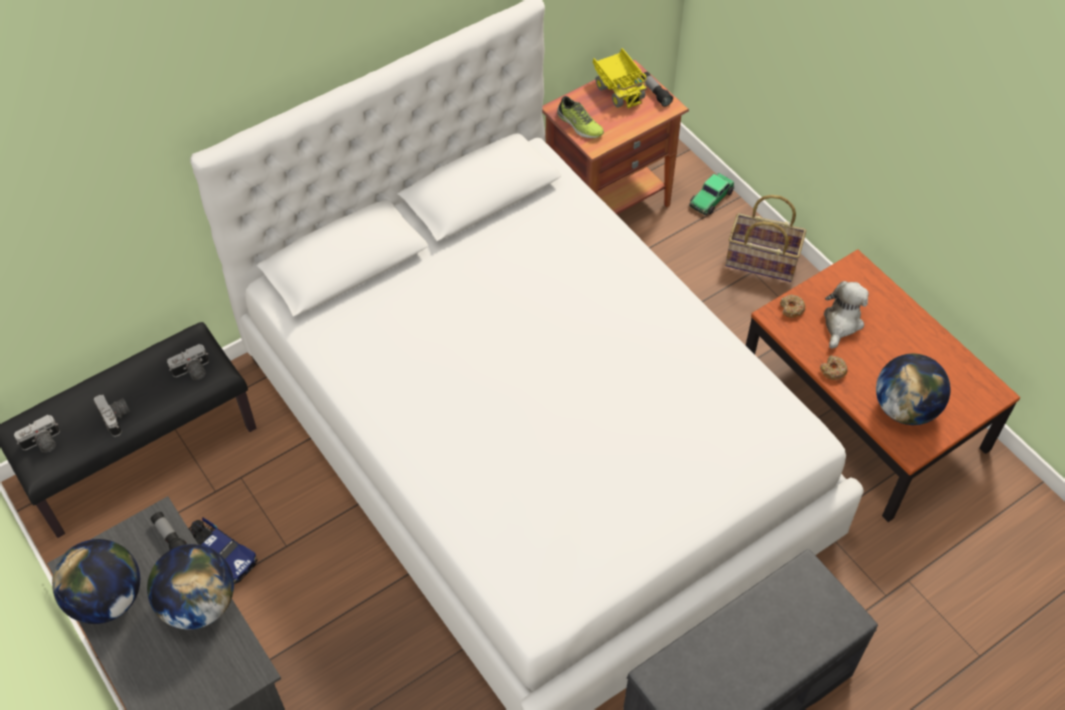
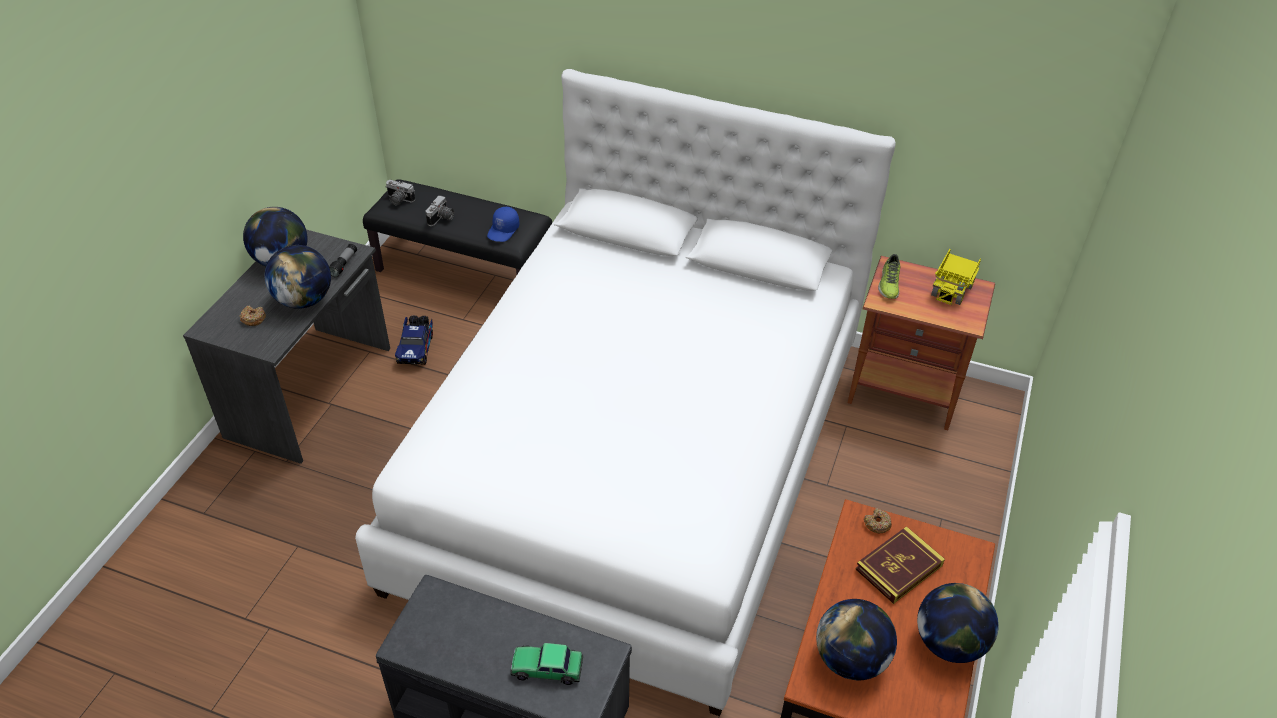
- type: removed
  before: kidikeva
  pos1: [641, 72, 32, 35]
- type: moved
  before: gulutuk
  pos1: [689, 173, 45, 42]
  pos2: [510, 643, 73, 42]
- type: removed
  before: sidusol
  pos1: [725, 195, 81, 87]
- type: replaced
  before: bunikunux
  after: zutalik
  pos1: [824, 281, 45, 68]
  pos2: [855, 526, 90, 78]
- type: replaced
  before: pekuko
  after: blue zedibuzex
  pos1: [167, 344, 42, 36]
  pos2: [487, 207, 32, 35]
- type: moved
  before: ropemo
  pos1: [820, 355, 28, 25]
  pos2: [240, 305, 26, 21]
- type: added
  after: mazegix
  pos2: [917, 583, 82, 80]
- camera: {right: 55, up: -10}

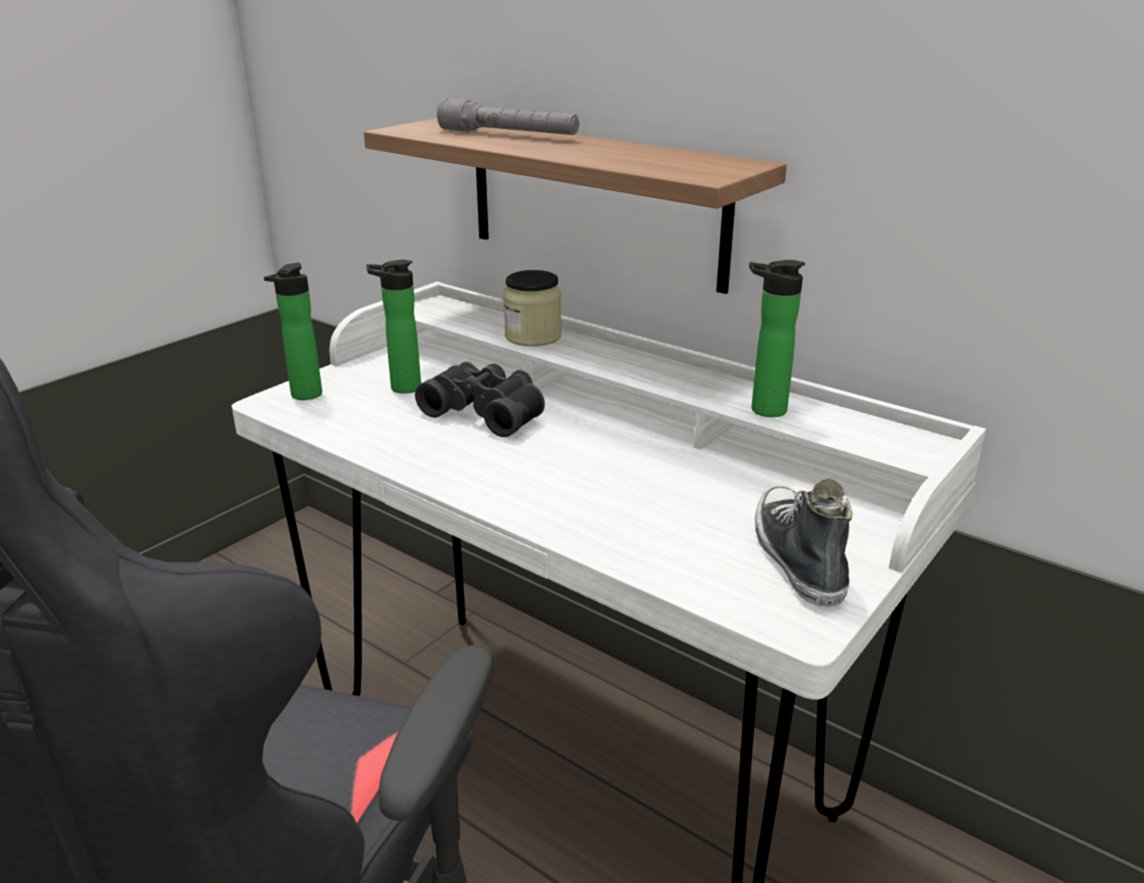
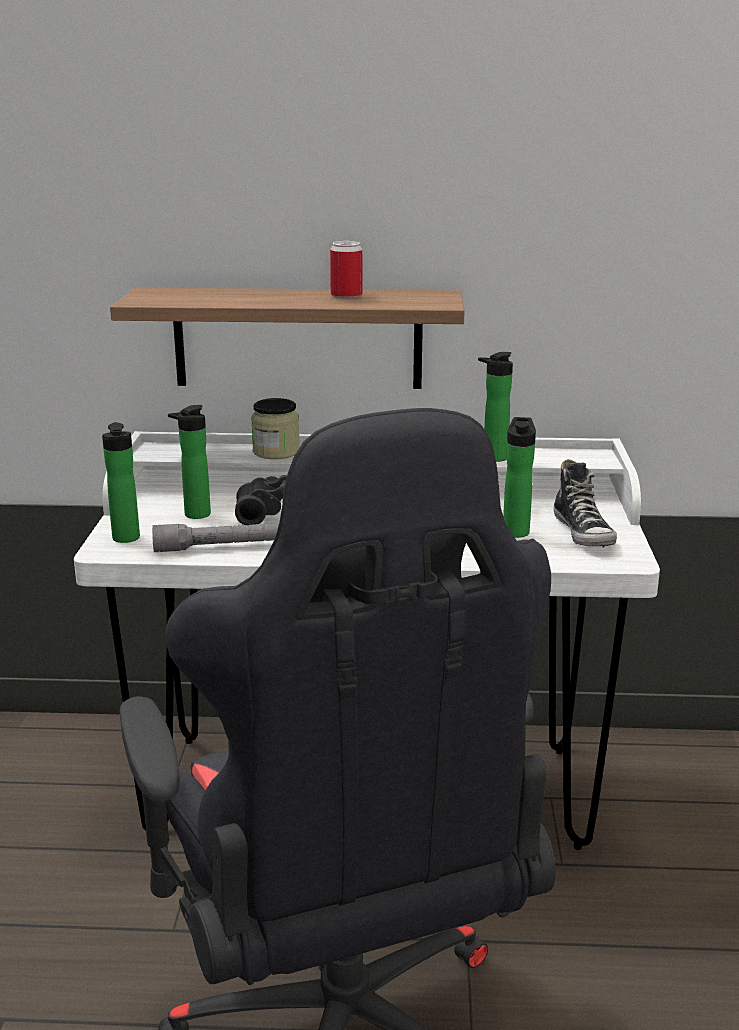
- type: moved
  before: grey kidikeva
  pos1: [437, 98, 142, 37]
  pos2: [152, 523, 127, 29]
- type: turned
  before: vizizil
  pos1: [755, 478, 97, 129]
  pos2: [554, 459, 63, 88]
  turn: -150
- type: added
  after: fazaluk
  pos2: [330, 241, 32, 58]
- type: added
  after: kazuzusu
  pos2: [503, 417, 33, 121]
- camera: {right: -35, up: -5}

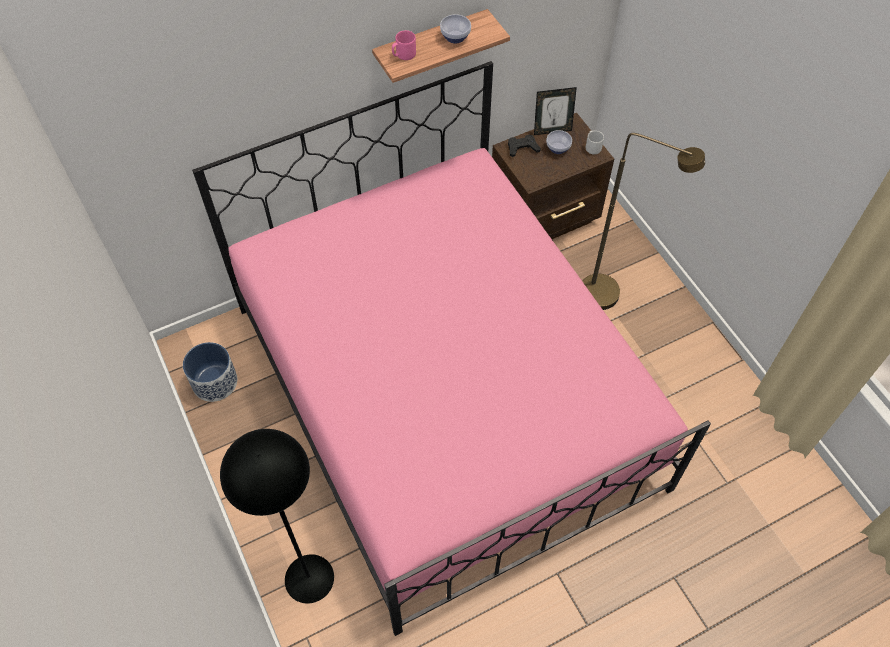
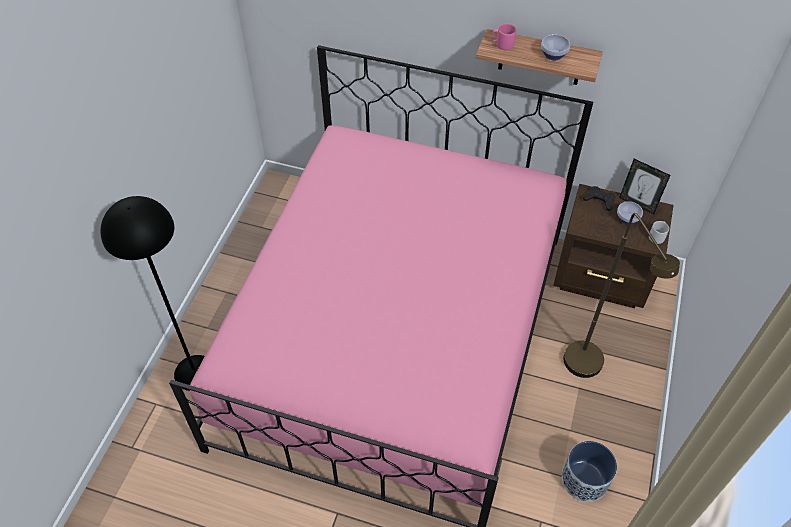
- type: moved
  before: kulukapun
  pos1: [183, 342, 54, 60]
  pos2: [562, 441, 55, 61]
- camera: {right: 45, up: -5}

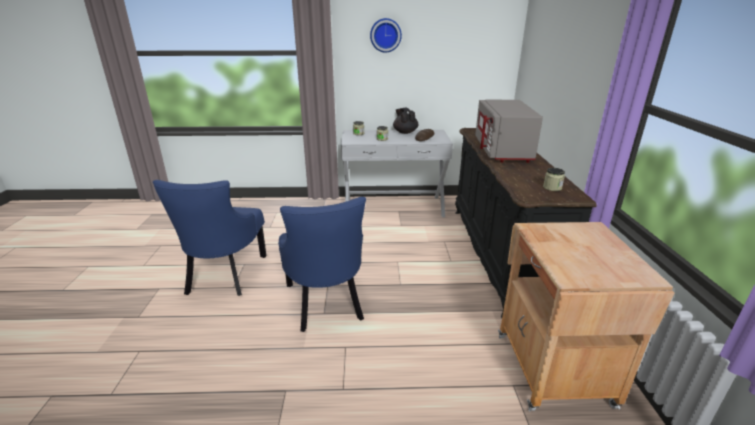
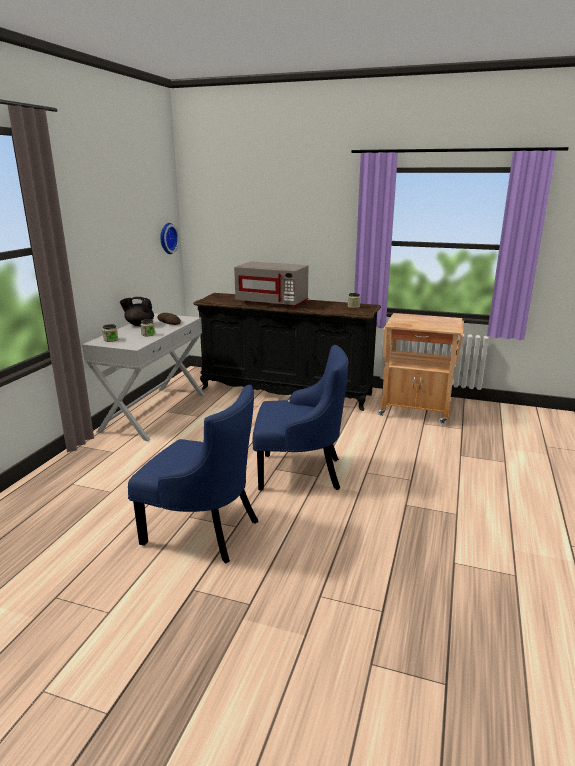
- type: moved
  before: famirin
  pos1: [370, 18, 32, 35]
  pos2: [160, 223, 19, 31]
- camera: {right: -70, up: -5}

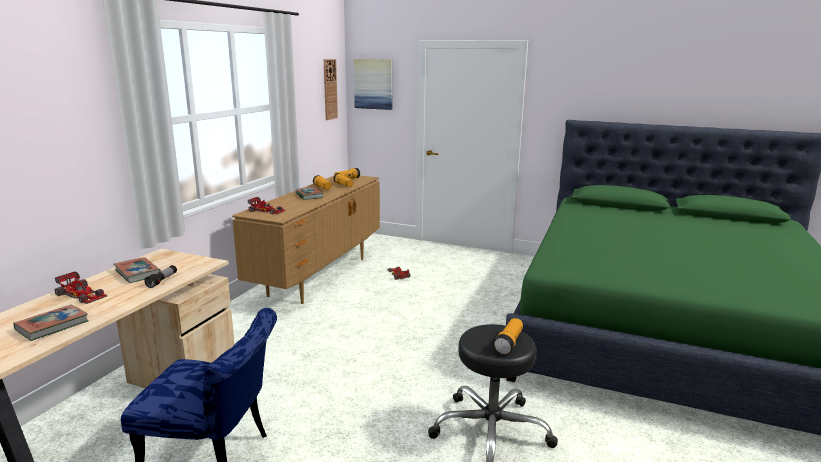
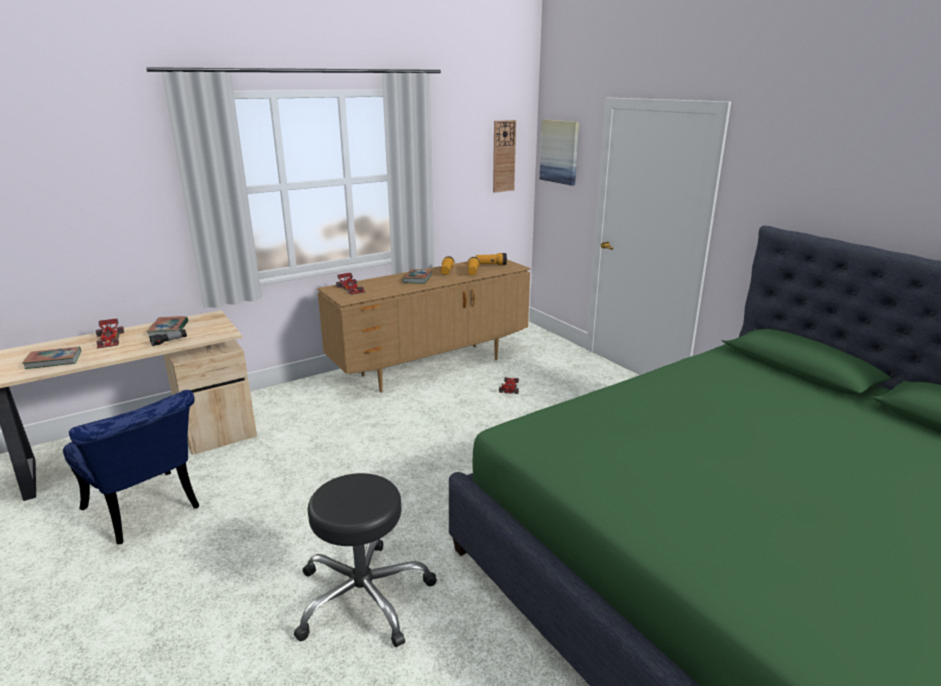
- type: removed
  before: kidikeva
  pos1: [493, 318, 30, 37]
- camera: {right: 35, up: 5}

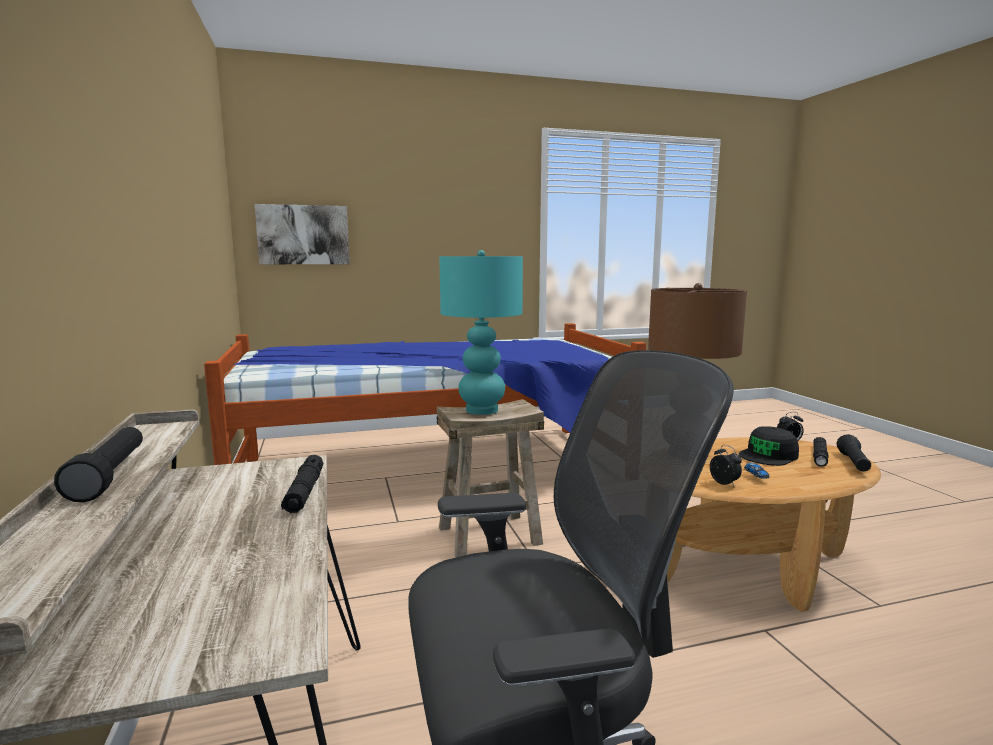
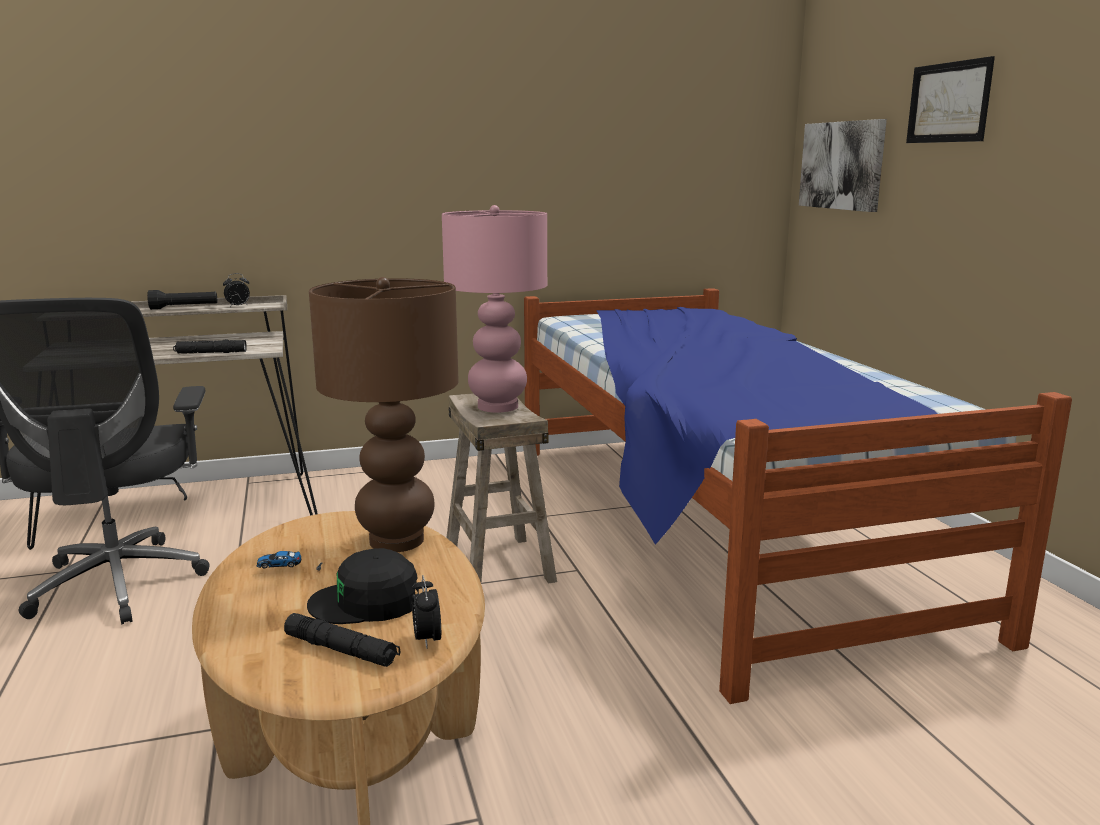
- type: recoloured
  before: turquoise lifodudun
  after: pink lifodudun
  pos1: [439, 250, 84, 165]
  pos2: [442, 205, 105, 208]
- type: turned
  before: black zedibuzex
  pos1: [739, 426, 60, 40]
  pos2: [307, 548, 112, 76]
  turn: -60
- type: removed
  before: black kidikeva
  pos1: [836, 434, 35, 38]
- type: moved
  before: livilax
  pos1: [710, 445, 32, 41]
  pos2: [223, 273, 27, 34]
- type: added
  after: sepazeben
  pos2: [906, 56, 89, 87]
- camera: {right: 90, up: 5}

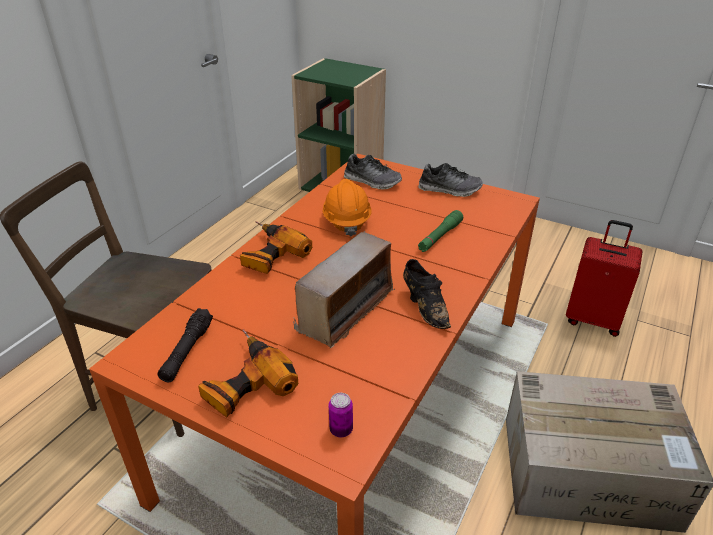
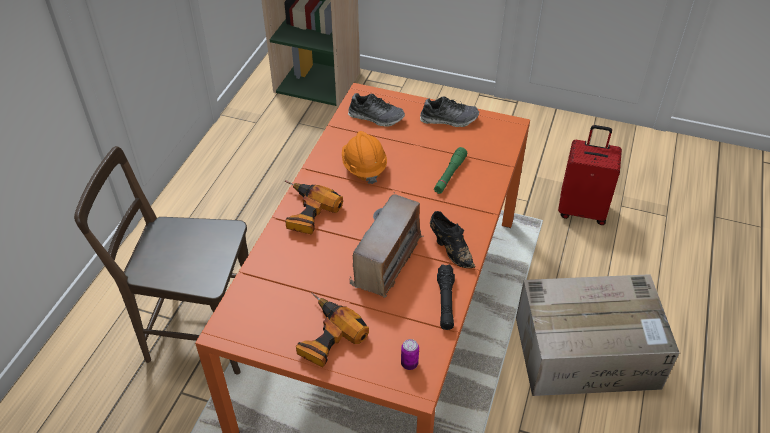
- type: moved
  before: black kidikeva
  pos1: [157, 308, 56, 74]
  pos2: [437, 264, 18, 66]
- camera: {right: -10, up: 10}

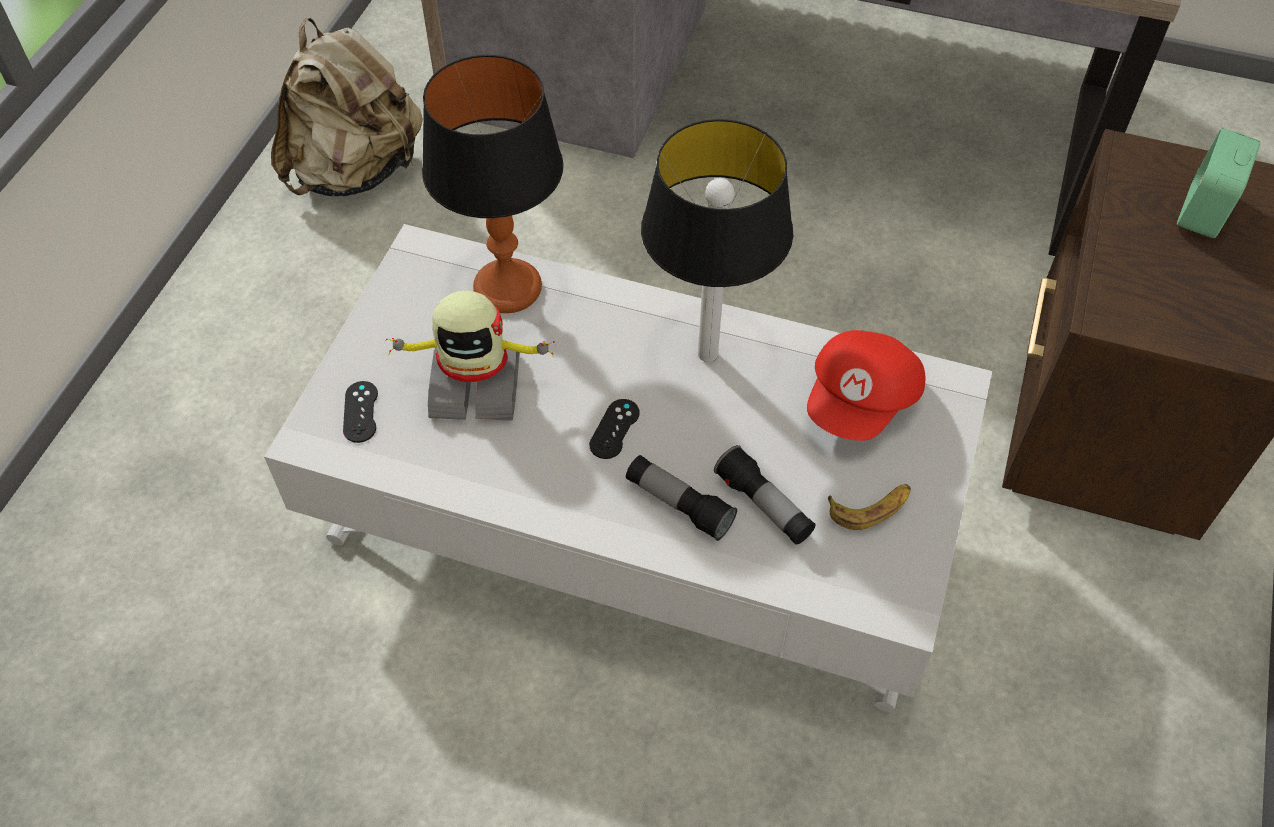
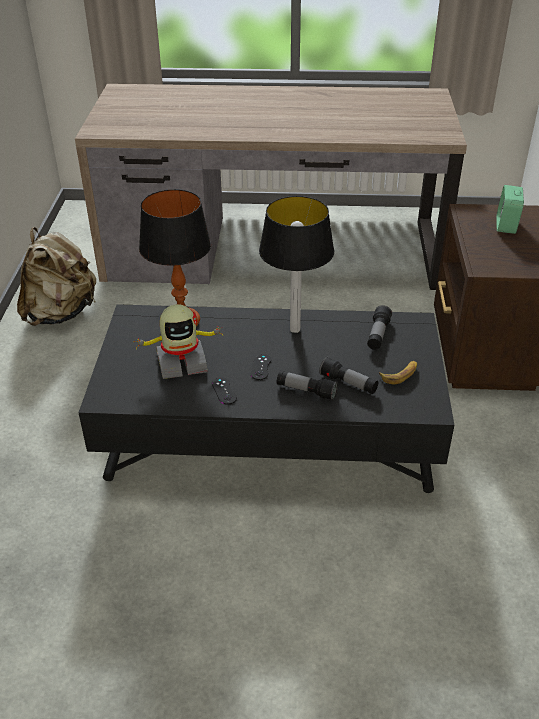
- type: recoloured
  before: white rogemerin
  after: black rogemerin
  pos1: [264, 224, 729, 488]
  pos2: [78, 304, 376, 189]
- type: replaced
  before: red zedibuzex
  after: kidikeva
  pos1: [807, 330, 118, 111]
  pos2: [367, 305, 25, 45]
- type: moved
  before: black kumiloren
  pos1: [343, 381, 35, 62]
  pos2: [212, 377, 25, 28]
- camera: {right: -15, up: -15}

